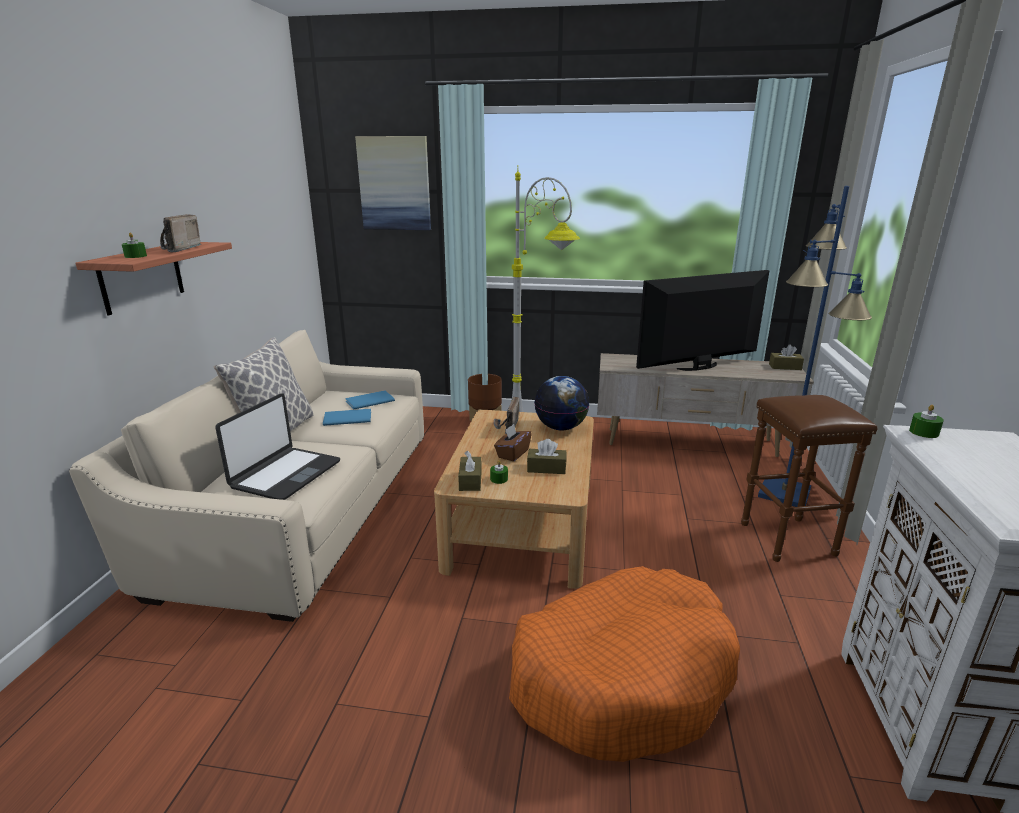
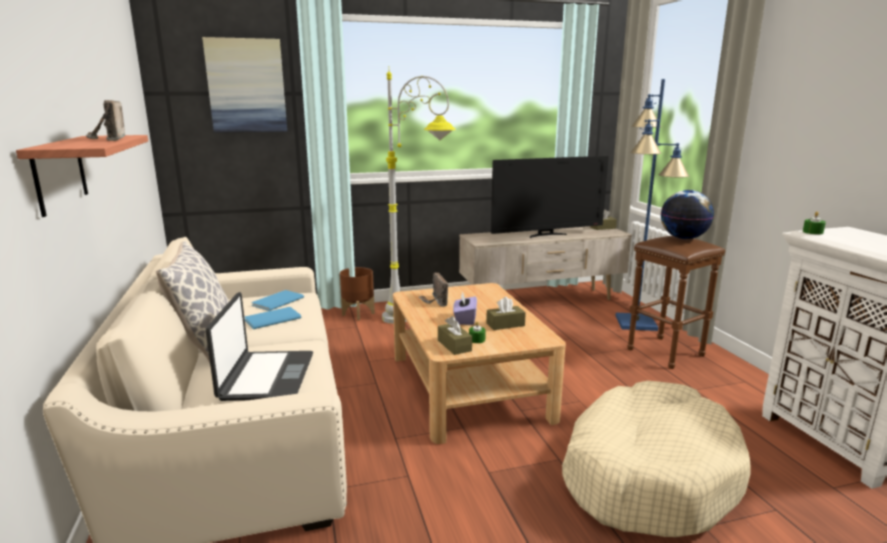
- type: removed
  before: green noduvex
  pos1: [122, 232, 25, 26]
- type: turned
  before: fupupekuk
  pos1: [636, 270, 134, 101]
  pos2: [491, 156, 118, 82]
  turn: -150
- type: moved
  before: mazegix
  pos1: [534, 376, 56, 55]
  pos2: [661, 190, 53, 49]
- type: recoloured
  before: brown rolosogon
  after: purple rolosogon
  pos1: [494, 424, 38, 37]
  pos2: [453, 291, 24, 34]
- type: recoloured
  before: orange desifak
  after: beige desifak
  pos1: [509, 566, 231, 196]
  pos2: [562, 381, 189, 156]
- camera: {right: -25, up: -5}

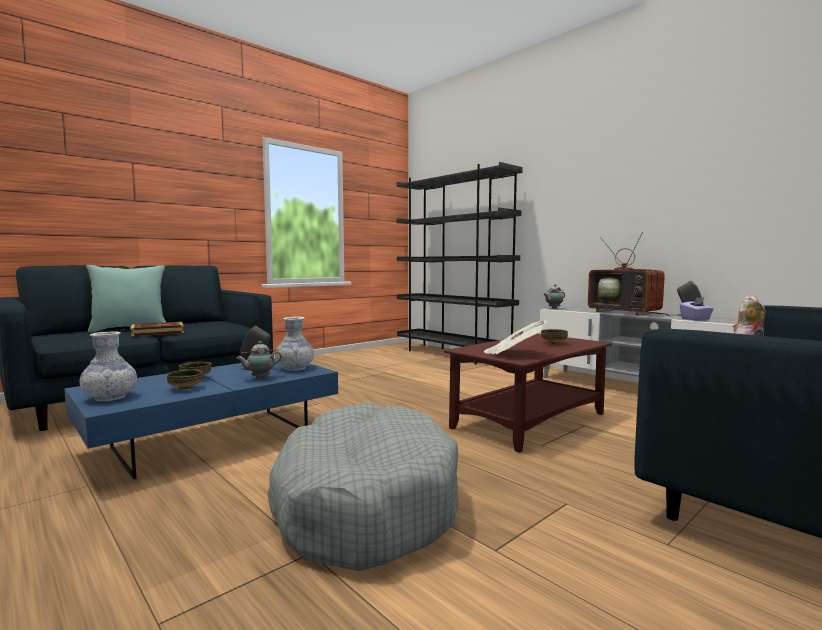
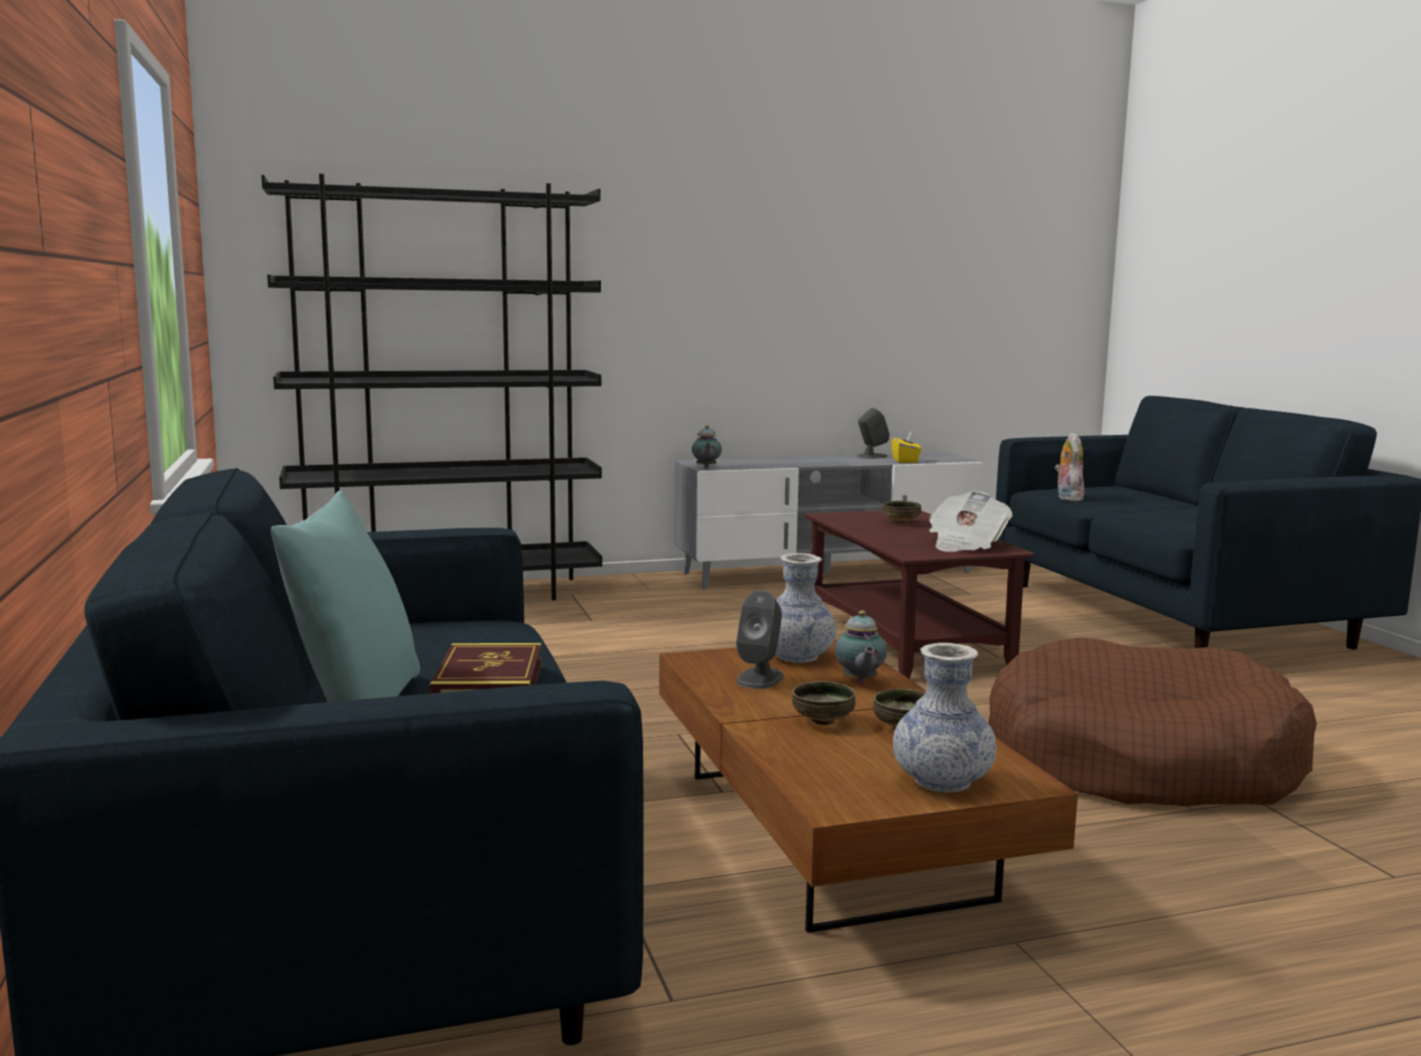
- type: removed
  before: fupupekuk
  pos1: [588, 232, 83, 84]
- type: recoloured
  before: purple rolosogon
  after: yellow rolosogon
  pos1: [680, 297, 34, 24]
  pos2: [891, 431, 31, 32]
- type: recoloured
  before: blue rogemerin
  after: brown rogemerin
  pos1: [64, 358, 274, 121]
  pos2: [659, 639, 419, 294]
- type: recoloured
  before: grey desifak
  after: brown desifak
  pos1: [267, 403, 192, 168]
  pos2: [988, 637, 329, 169]
- camera: {right: -65, up: 5}

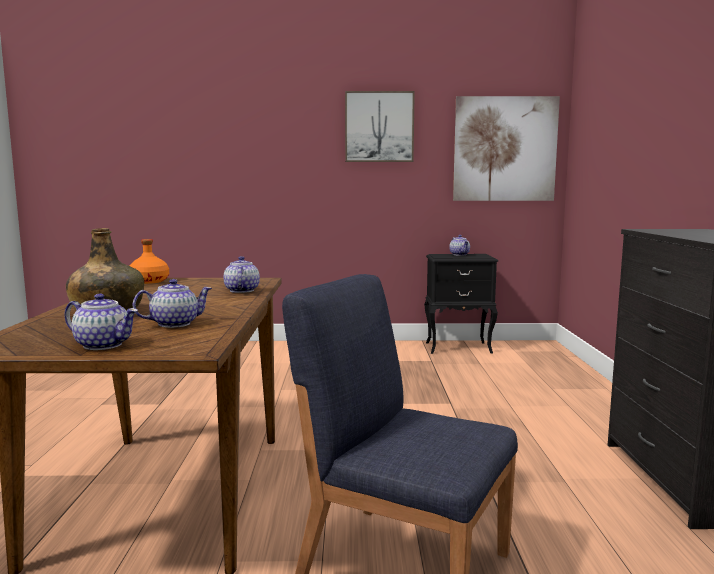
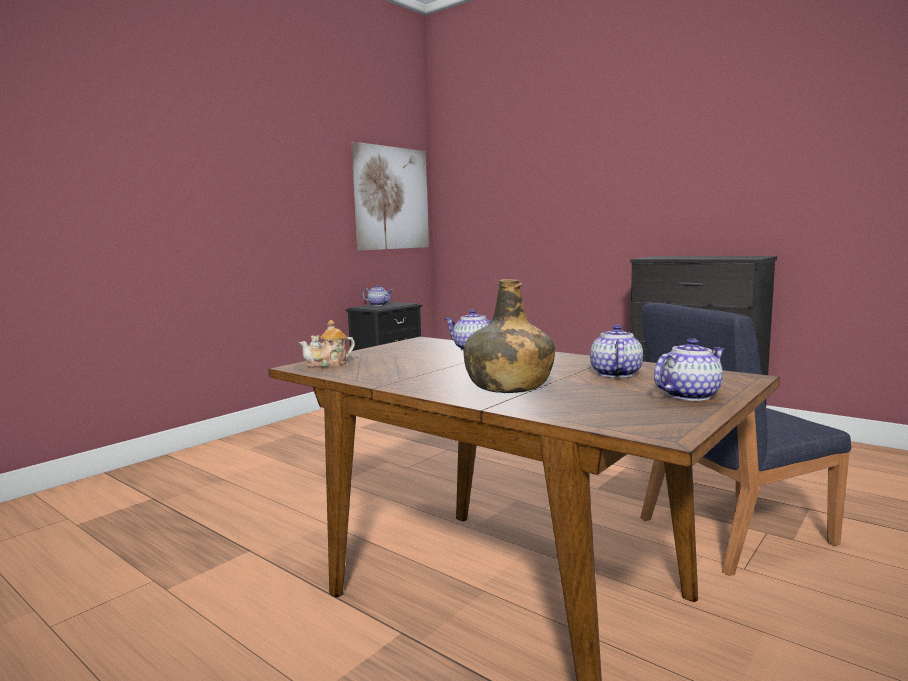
- type: removed
  before: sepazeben
  pos1: [345, 91, 70, 71]
- type: replaced
  before: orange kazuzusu
  after: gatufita
  pos1: [129, 239, 40, 45]
  pos2: [299, 320, 56, 48]
- camera: {right: -50, up: 0}

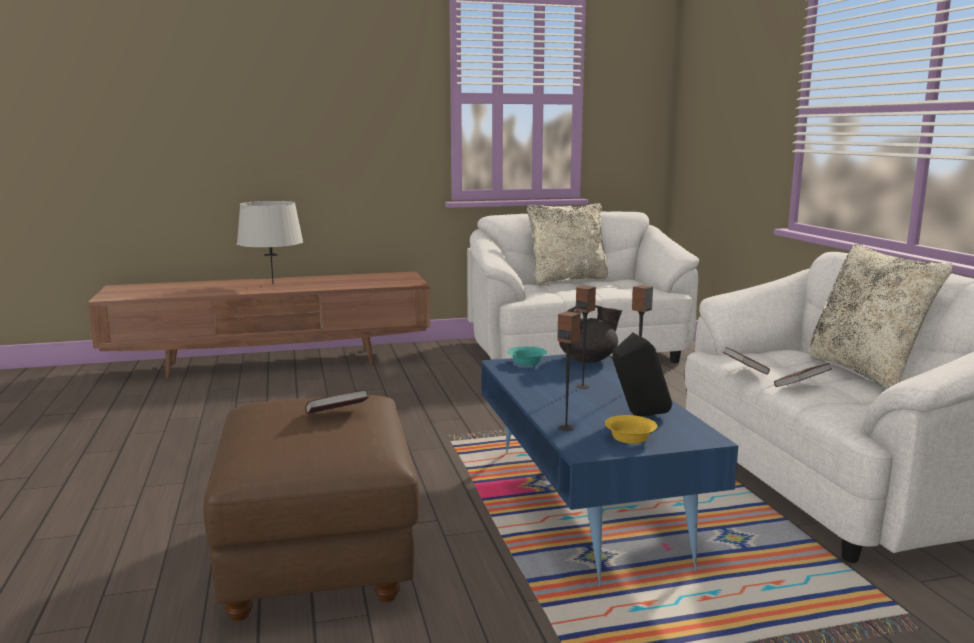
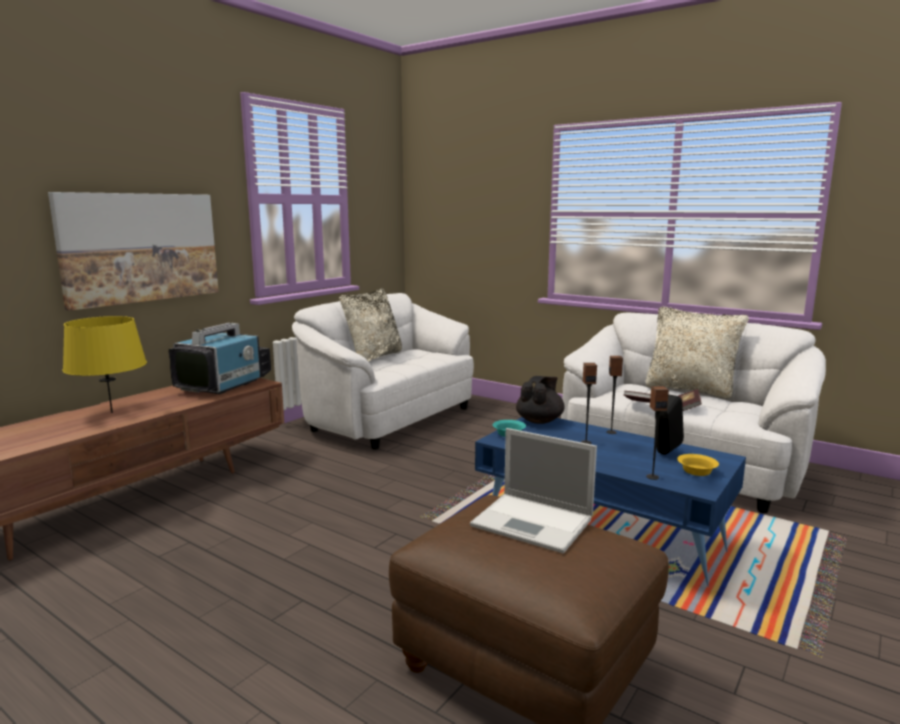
- type: recoloured
  before: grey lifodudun
  after: yellow lifodudun
  pos1: [237, 201, 66, 83]
  pos2: [63, 316, 84, 97]
- type: replaced
  before: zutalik
  after: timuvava
  pos1: [305, 390, 64, 24]
  pos2: [470, 428, 127, 126]
- type: added
  after: sepazeben
  pos2: [48, 192, 171, 119]
- type: added
  after: fupupekuk
  pos2: [169, 323, 102, 71]
- camera: {right: -40, up: 0}

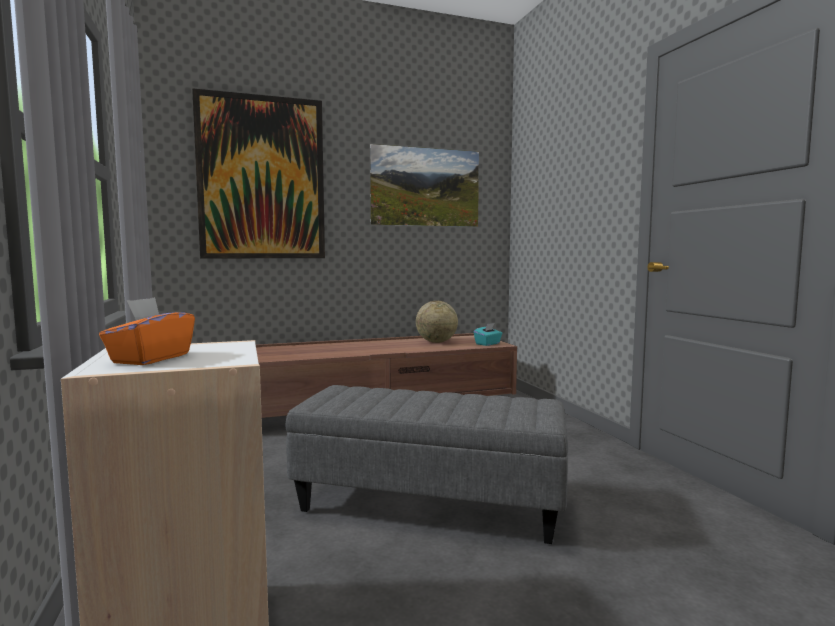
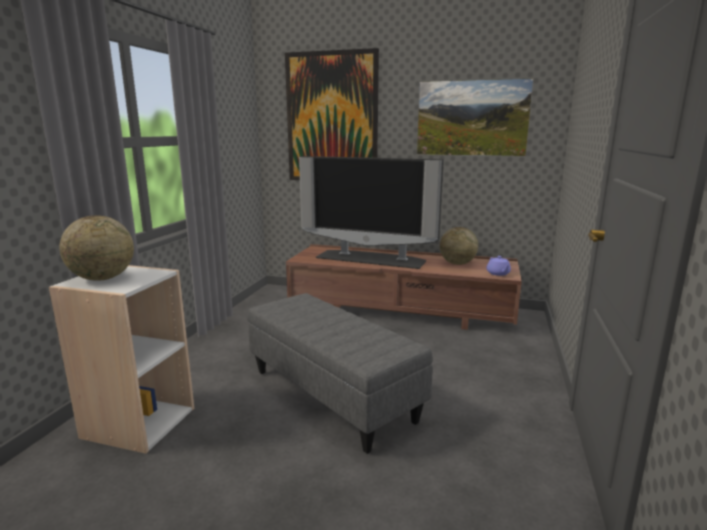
- type: replaced
  before: orange rolosogon
  after: mazegix
  pos1: [99, 297, 96, 68]
  pos2: [59, 215, 75, 66]
- type: replaced
  before: turquoise rolosogon
  after: purple gatufita
  pos1: [474, 323, 29, 23]
  pos2: [486, 256, 25, 20]
- type: added
  after: fupupekuk
  pos2: [299, 156, 145, 113]
- camera: {right: 35, up: 10}

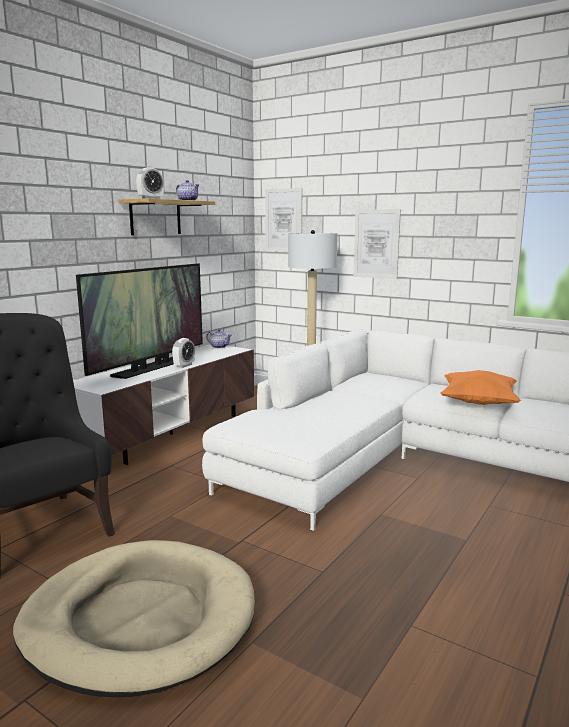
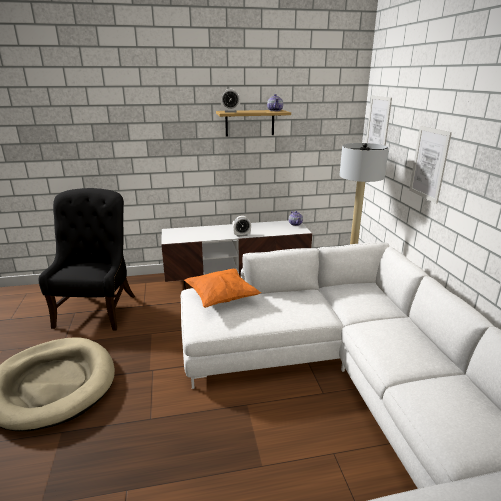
- type: removed
  before: fupupekuk
  pos1: [76, 263, 127, 116]
- type: moved
  before: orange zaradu
  pos1: [440, 370, 81, 35]
  pos2: [184, 269, 77, 39]
- camera: {right: 45, up: 10}

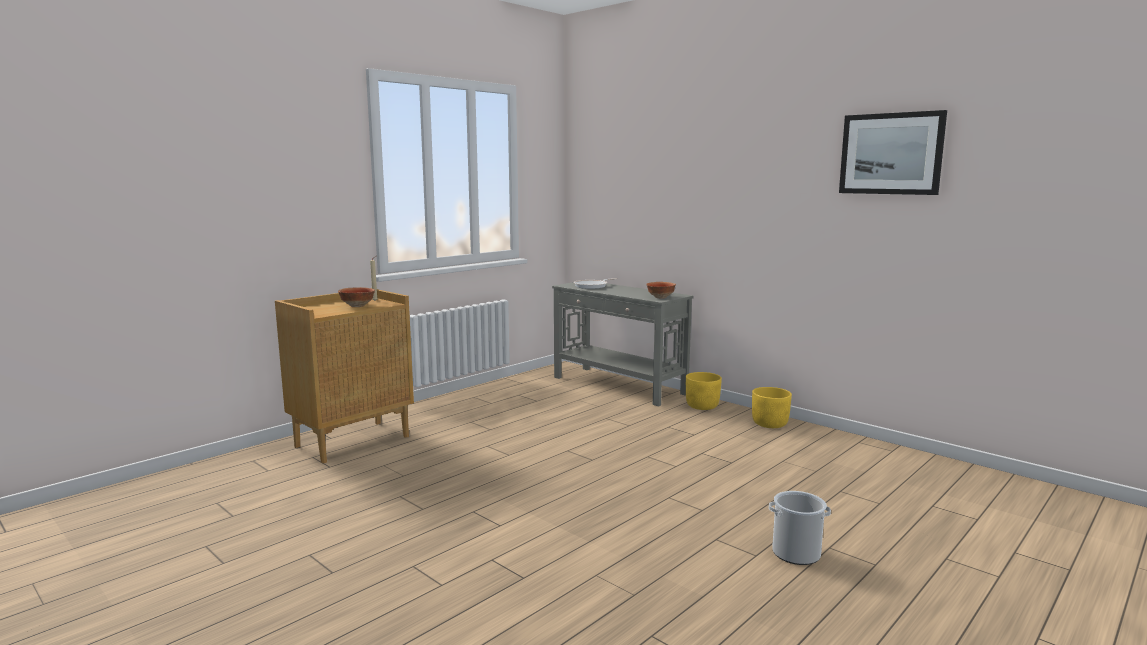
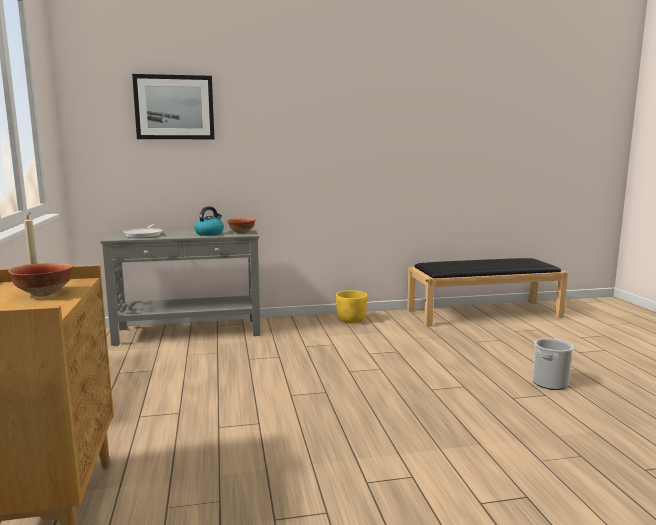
- type: moved
  before: sepazeben
  pos1: [839, 110, 108, 85]
  pos2: [132, 74, 82, 65]
- type: removed
  before: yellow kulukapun
  pos1: [686, 372, 36, 38]
- type: added
  after: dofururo
  pos2: [194, 206, 30, 30]
- type: added
  after: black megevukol
  pos2: [407, 258, 161, 69]
- camera: {right: -55, up: 0}

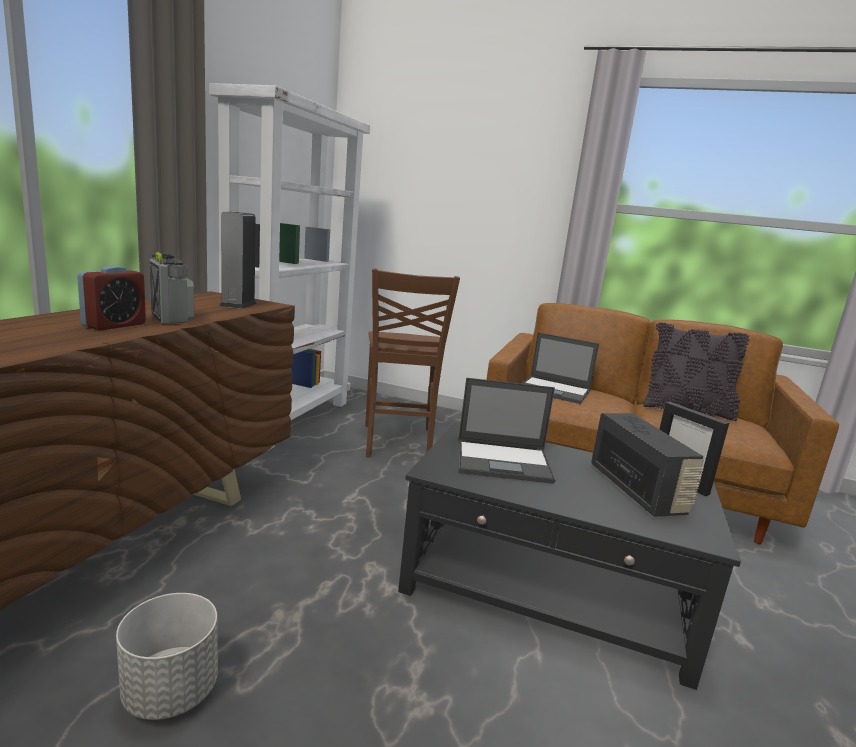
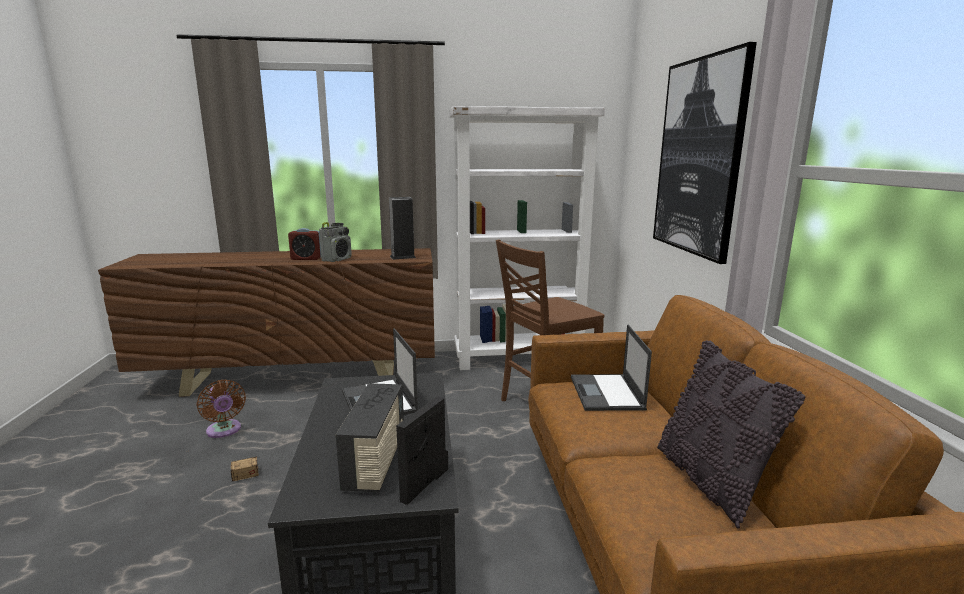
- type: turned
  before: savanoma
  pos1: [591, 413, 113, 104]
  pos2: [336, 383, 68, 109]
  turn: -45
- type: replaced
  before: grey kulukapun
  after: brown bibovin
  pos1: [116, 593, 102, 127]
  pos2: [197, 380, 49, 58]
- type: added
  after: sepazeben
  pos2: [653, 42, 104, 222]
- type: added
  after: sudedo
  pos2: [188, 450, 71, 32]
- camera: {right: 65, up: 0}

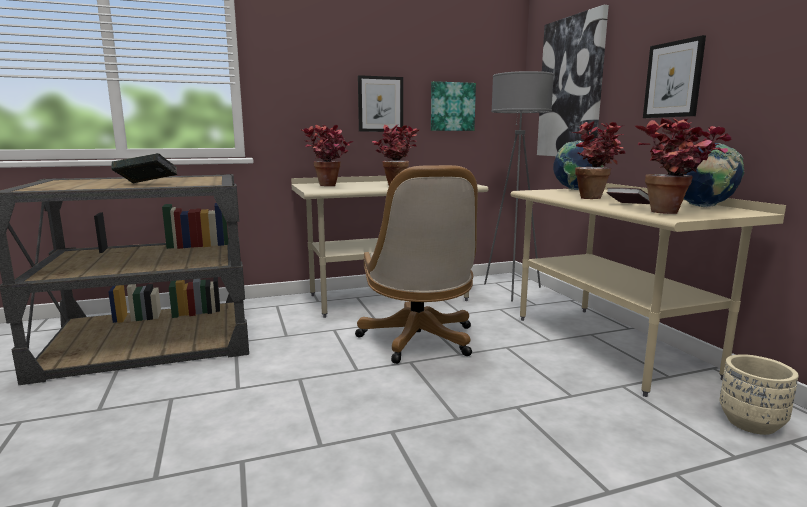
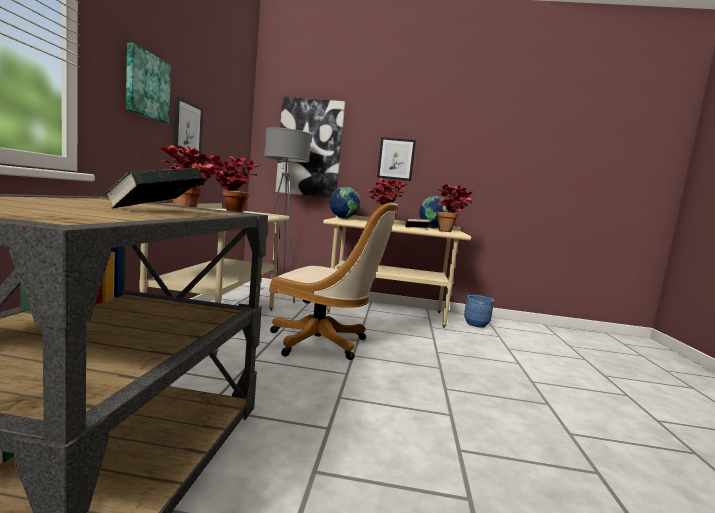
- type: moved
  before: sepazeben
  pos1: [431, 81, 45, 50]
  pos2: [126, 42, 45, 81]
- type: recoloured
  before: beige kulukapun
  after: blue kulukapun
  pos1: [720, 355, 79, 80]
  pos2: [464, 295, 30, 33]
- camera: {right: -65, up: -5}

